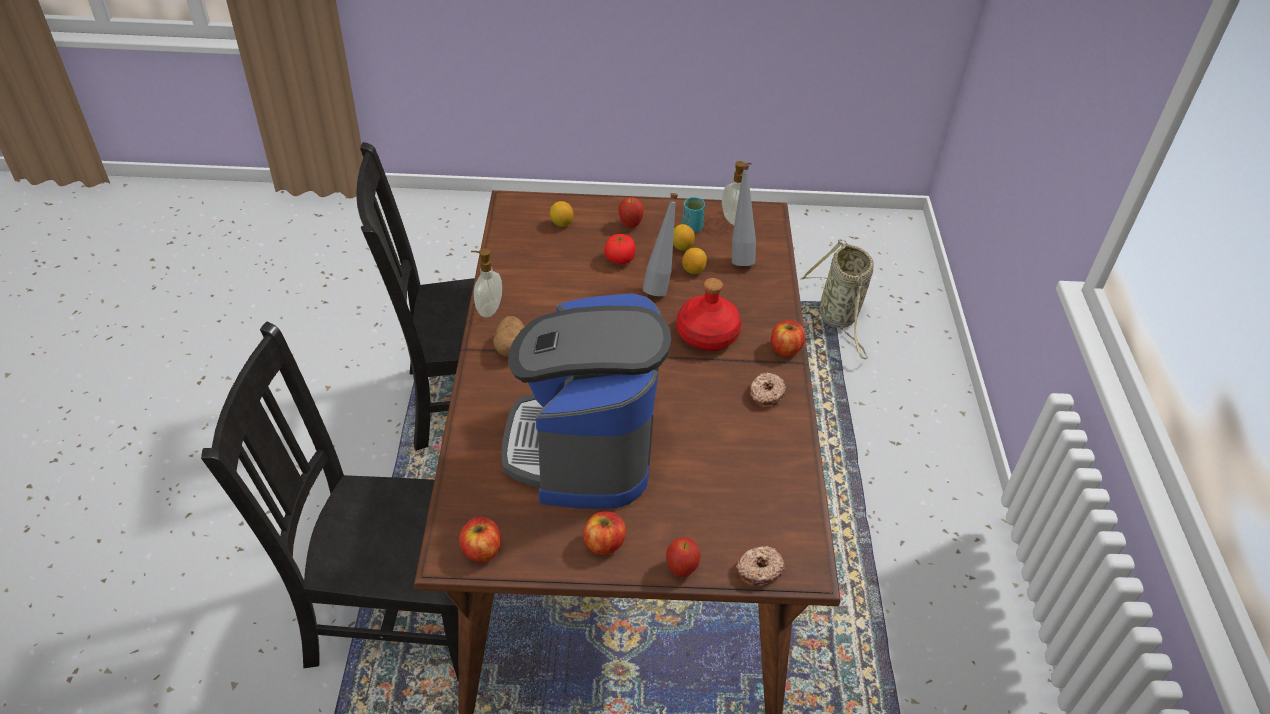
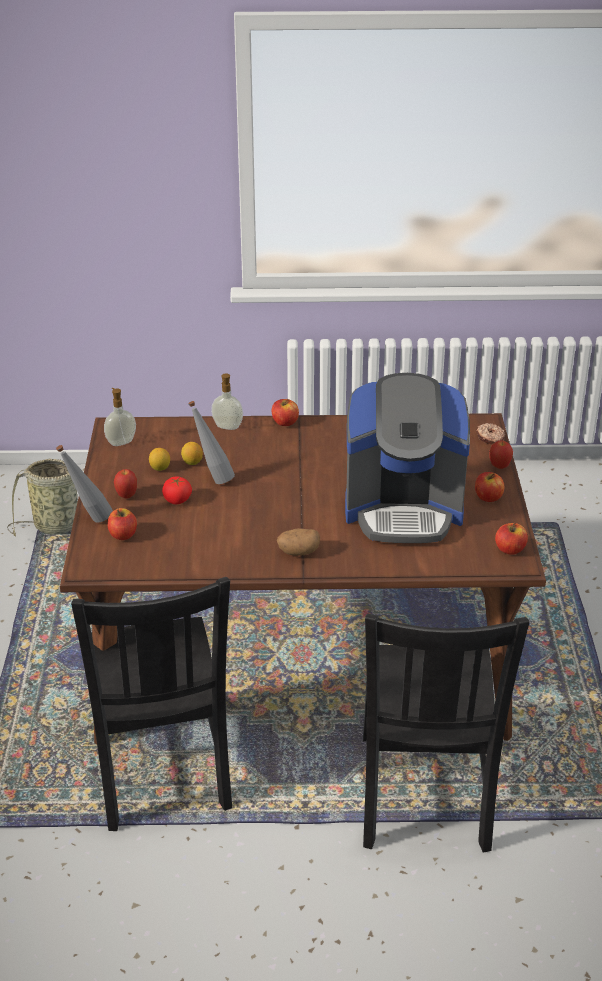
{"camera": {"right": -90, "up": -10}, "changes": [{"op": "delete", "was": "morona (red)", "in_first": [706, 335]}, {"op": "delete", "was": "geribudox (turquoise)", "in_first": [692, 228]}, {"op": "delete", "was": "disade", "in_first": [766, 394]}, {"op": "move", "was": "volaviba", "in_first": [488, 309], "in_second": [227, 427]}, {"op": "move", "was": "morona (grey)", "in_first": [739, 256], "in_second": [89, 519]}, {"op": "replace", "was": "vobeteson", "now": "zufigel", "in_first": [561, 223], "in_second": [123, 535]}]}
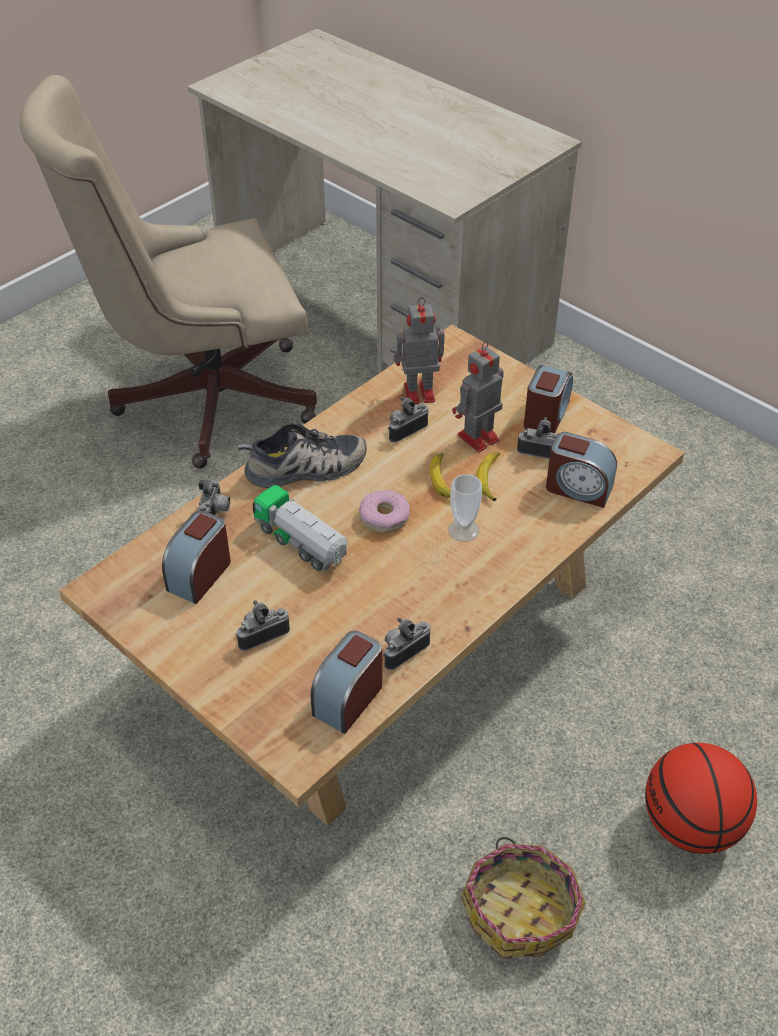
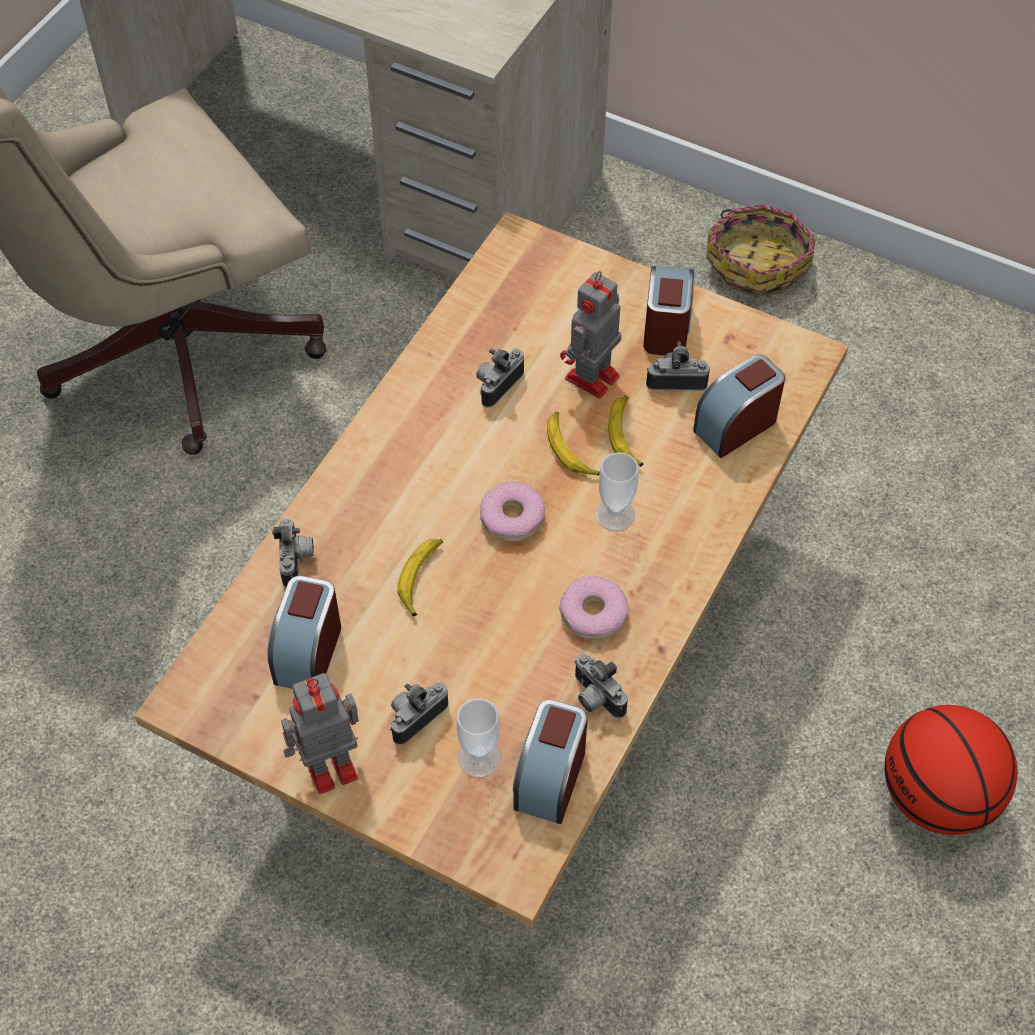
{"camera": {"right": -15, "up": 10}, "changes": [{"op": "delete", "was": "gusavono", "in_first": [305, 469]}, {"op": "insert", "now": "geribudox", "in_second": [479, 758]}, {"op": "insert", "now": "disade", "in_second": [593, 614]}, {"op": "move", "was": "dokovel", "in_first": [417, 393], "in_second": [327, 767]}, {"op": "move", "was": "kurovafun", "in_first": [521, 909], "in_second": [757, 263]}, {"op": "replace", "was": "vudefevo", "now": "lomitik", "in_first": [301, 543], "in_second": [421, 578]}, {"op": "rotate", "was": "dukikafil", "in_first": [403, 651], "in_second": [594, 698], "clockwise": -75}, {"op": "rotate", "was": "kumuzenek", "in_first": [578, 488], "in_second": [736, 425], "clockwise": 135}]}
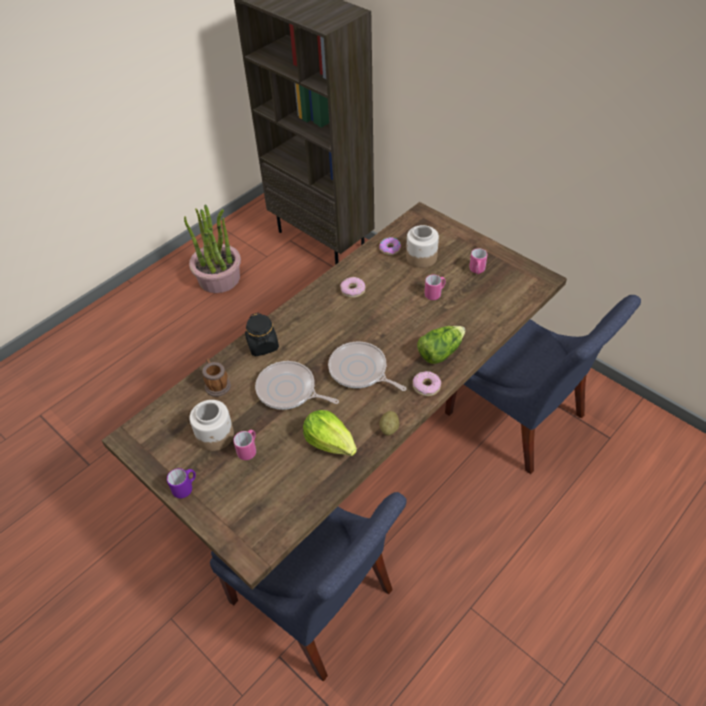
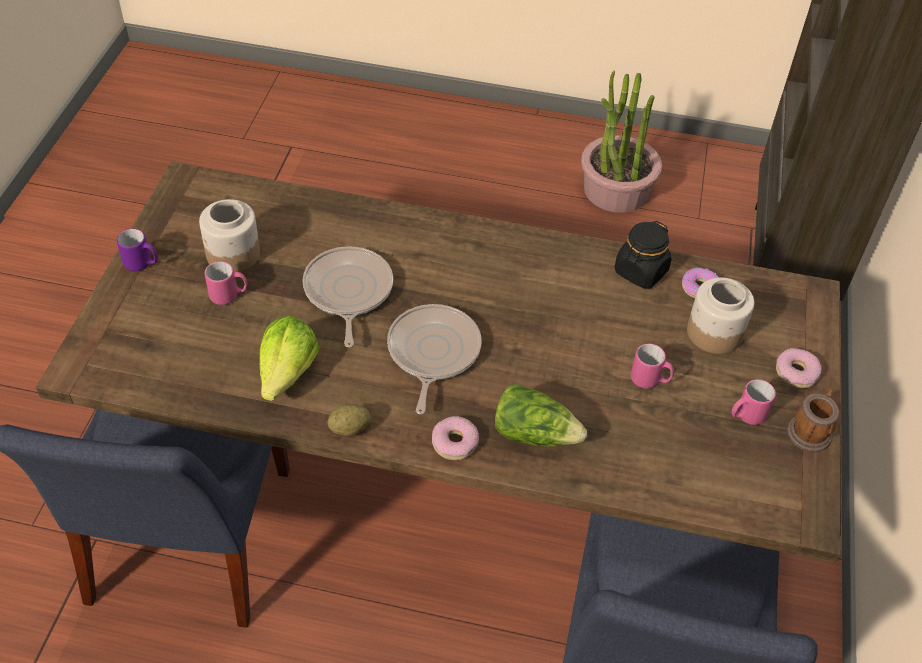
{"camera": {"right": 55, "up": 0}, "changes": [{"op": "move", "was": "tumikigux", "in_first": [216, 384], "in_second": [810, 430]}, {"op": "move", "was": "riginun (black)", "in_first": [263, 345], "in_second": [640, 272]}, {"op": "move", "was": "disade", "in_first": [353, 290], "in_second": [796, 373]}]}
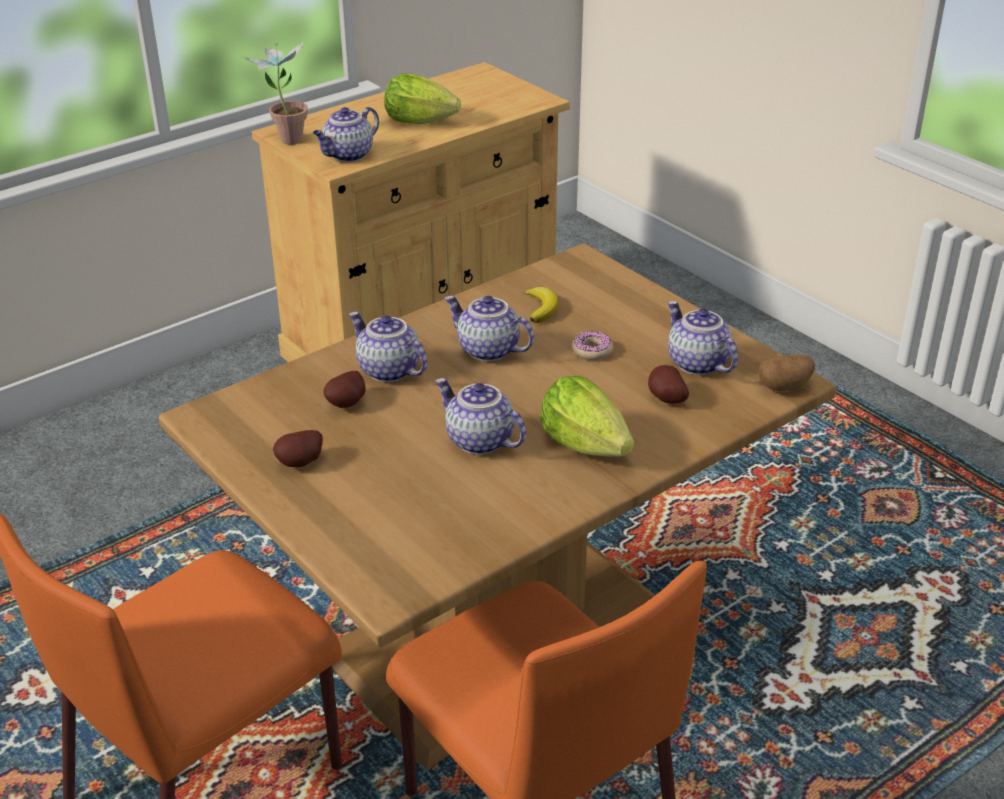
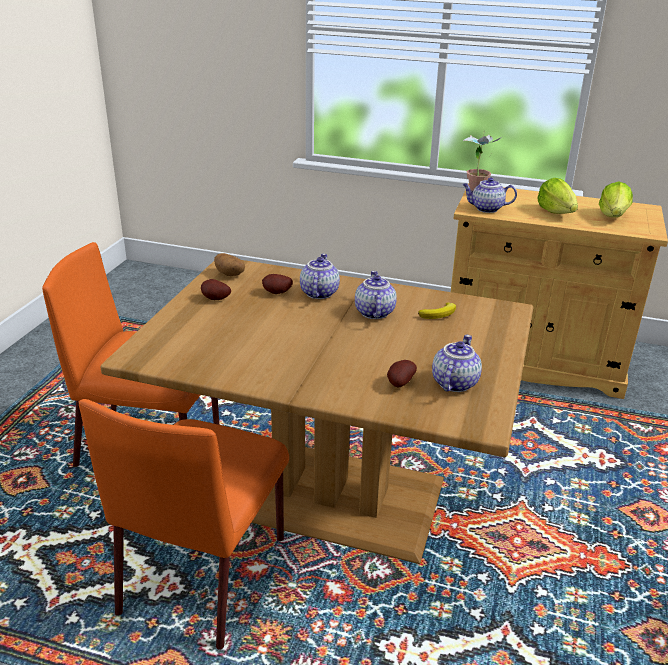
{"camera": {"right": 55, "up": -5}, "changes": [{"op": "delete", "was": "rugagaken", "in_first": [478, 441]}, {"op": "delete", "was": "disade", "in_first": [592, 351]}, {"op": "move", "was": "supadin", "in_first": [585, 444], "in_second": [613, 216]}, {"op": "move", "was": "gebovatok", "in_first": [784, 386], "in_second": [230, 274]}]}
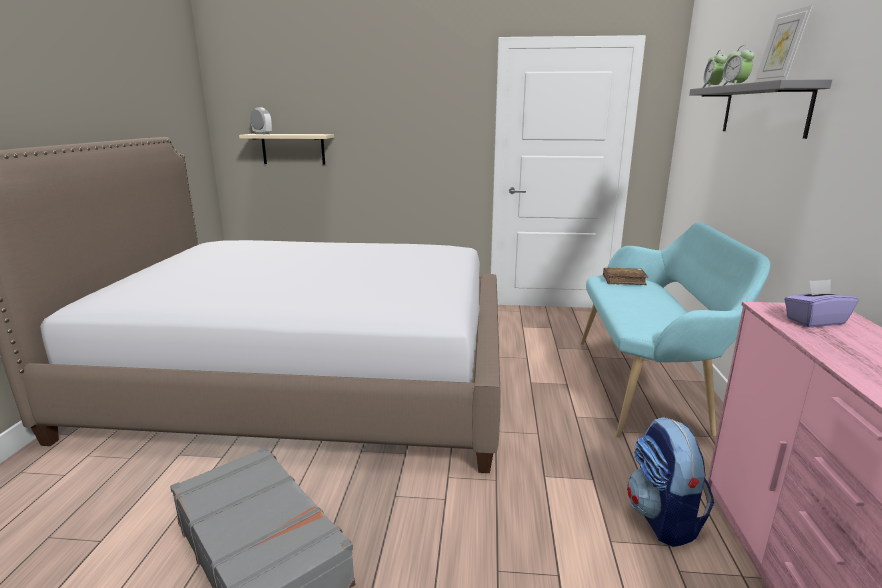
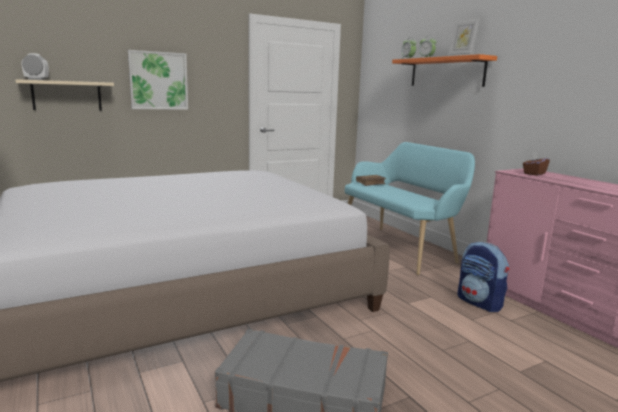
{"camera": {"right": -35, "up": -5}, "changes": [{"op": "insert", "now": "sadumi", "in_second": [158, 80]}, {"op": "recolor", "was": "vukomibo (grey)", "now": "vukomibo (orange)", "in_first": [763, 110], "in_second": [446, 72]}, {"op": "recolor", "was": "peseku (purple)", "now": "peseku (brown)", "in_first": [814, 321], "in_second": [534, 173]}]}
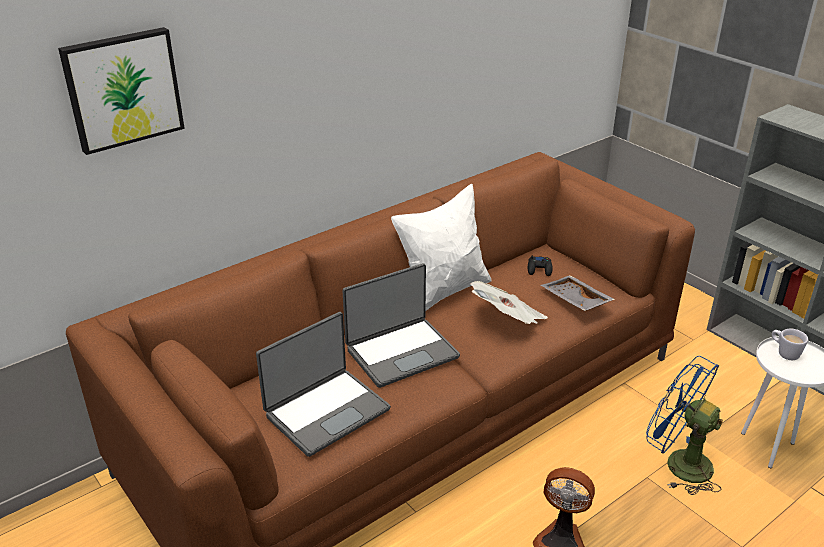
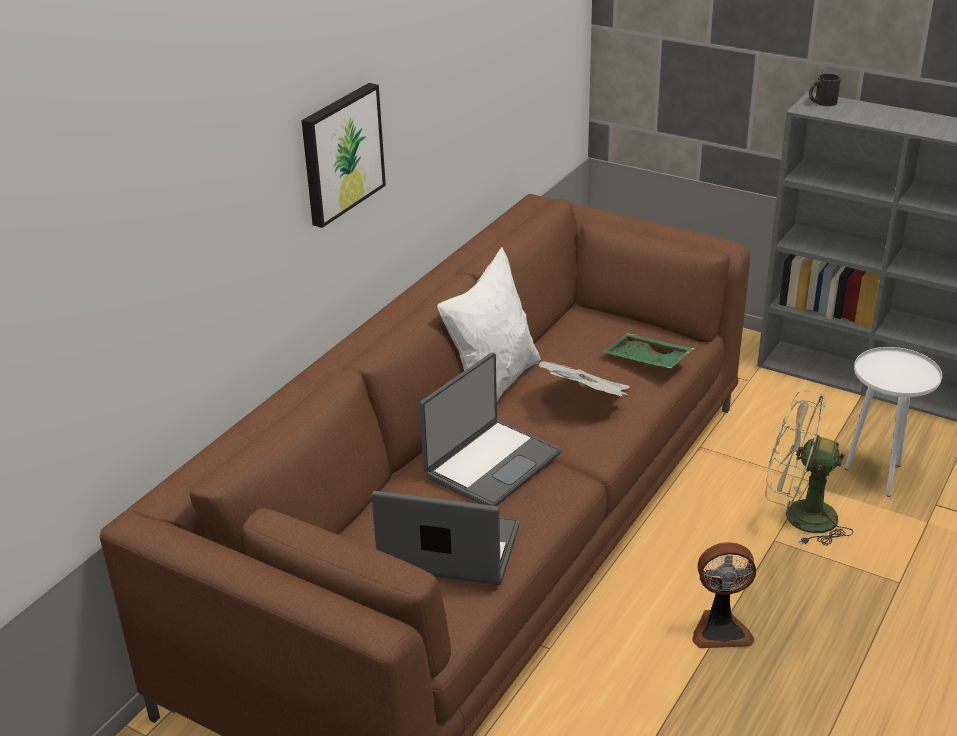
{"camera": {"right": -20, "up": 0}, "changes": [{"op": "delete", "was": "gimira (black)", "in_first": [539, 269]}, {"op": "delete", "was": "tumikigux (white)", "in_first": [784, 353]}, {"op": "insert", "now": "tumikigux (black)", "in_second": [821, 102]}, {"op": "move", "was": "sadumi", "in_first": [123, 89], "in_second": [340, 153]}, {"op": "recolor", "was": "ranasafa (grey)", "now": "ranasafa (green)", "in_first": [574, 301], "in_second": [646, 361]}, {"op": "recolor", "was": "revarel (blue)", "now": "revarel (green)", "in_first": [678, 463], "in_second": [798, 517]}, {"op": "rotate", "was": "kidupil", "in_first": [326, 411], "in_second": [448, 551], "clockwise": -105}]}
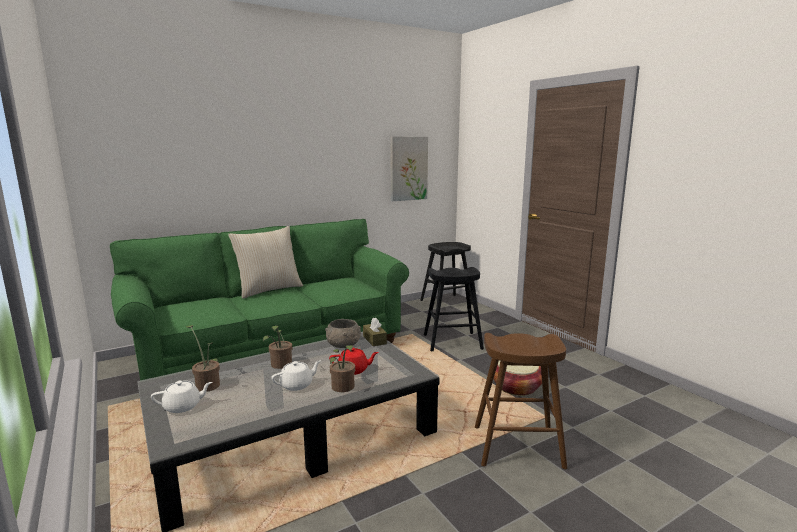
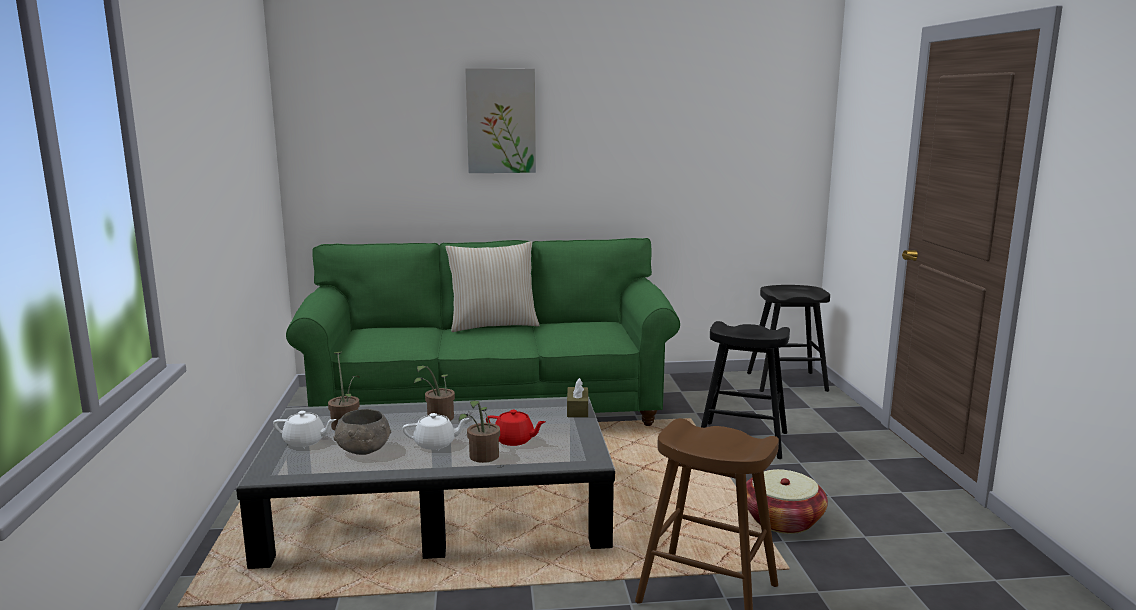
{"camera": {"right": 25, "up": 0}, "changes": [{"op": "move", "was": "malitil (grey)", "in_first": [343, 345], "in_second": [363, 450]}, {"op": "move", "was": "sadumi", "in_first": [408, 168], "in_second": [501, 121]}]}
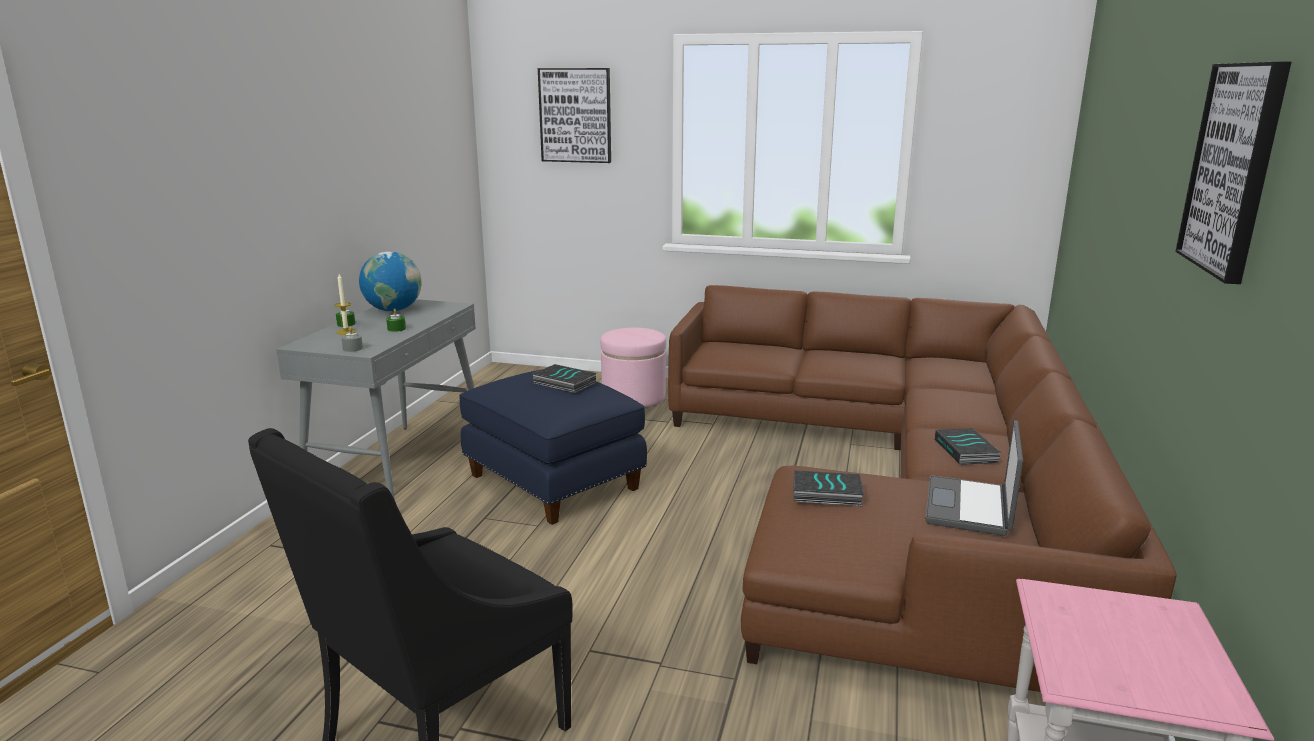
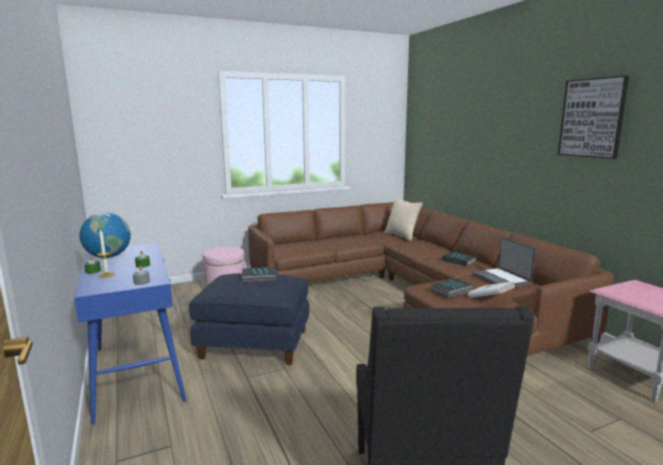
{"camera": {"right": -40, "up": -5}, "changes": [{"op": "delete", "was": "sadumi", "in_first": [575, 115]}, {"op": "insert", "now": "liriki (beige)", "in_second": [401, 236]}, {"op": "insert", "now": "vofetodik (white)", "in_second": [490, 299]}, {"op": "recolor", "was": "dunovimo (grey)", "now": "dunovimo (blue)", "in_first": [400, 467], "in_second": [137, 372]}]}
